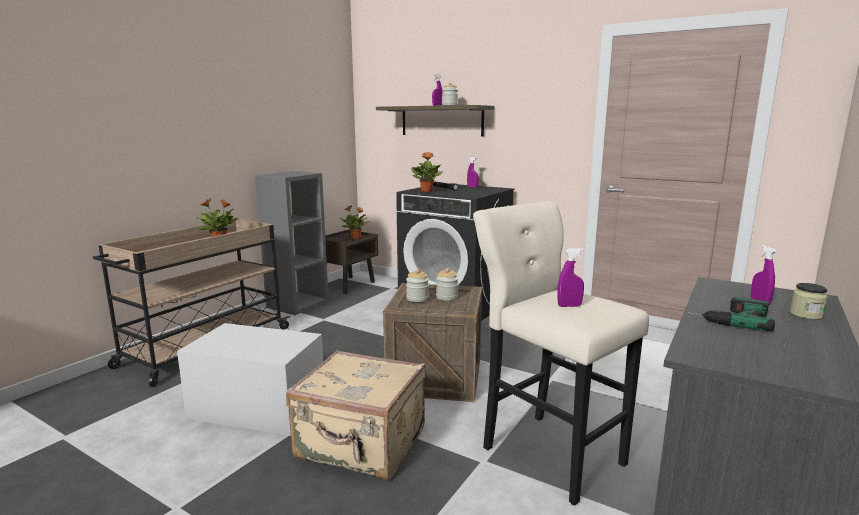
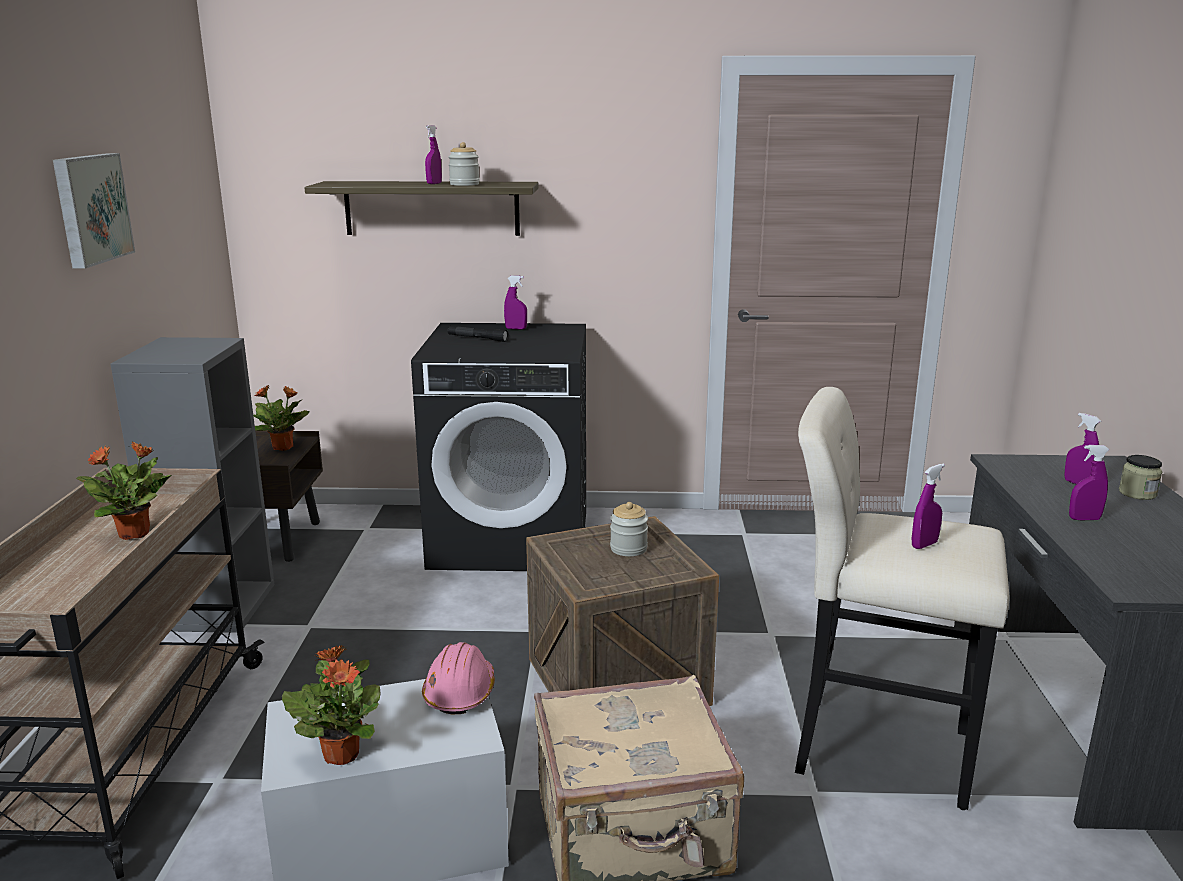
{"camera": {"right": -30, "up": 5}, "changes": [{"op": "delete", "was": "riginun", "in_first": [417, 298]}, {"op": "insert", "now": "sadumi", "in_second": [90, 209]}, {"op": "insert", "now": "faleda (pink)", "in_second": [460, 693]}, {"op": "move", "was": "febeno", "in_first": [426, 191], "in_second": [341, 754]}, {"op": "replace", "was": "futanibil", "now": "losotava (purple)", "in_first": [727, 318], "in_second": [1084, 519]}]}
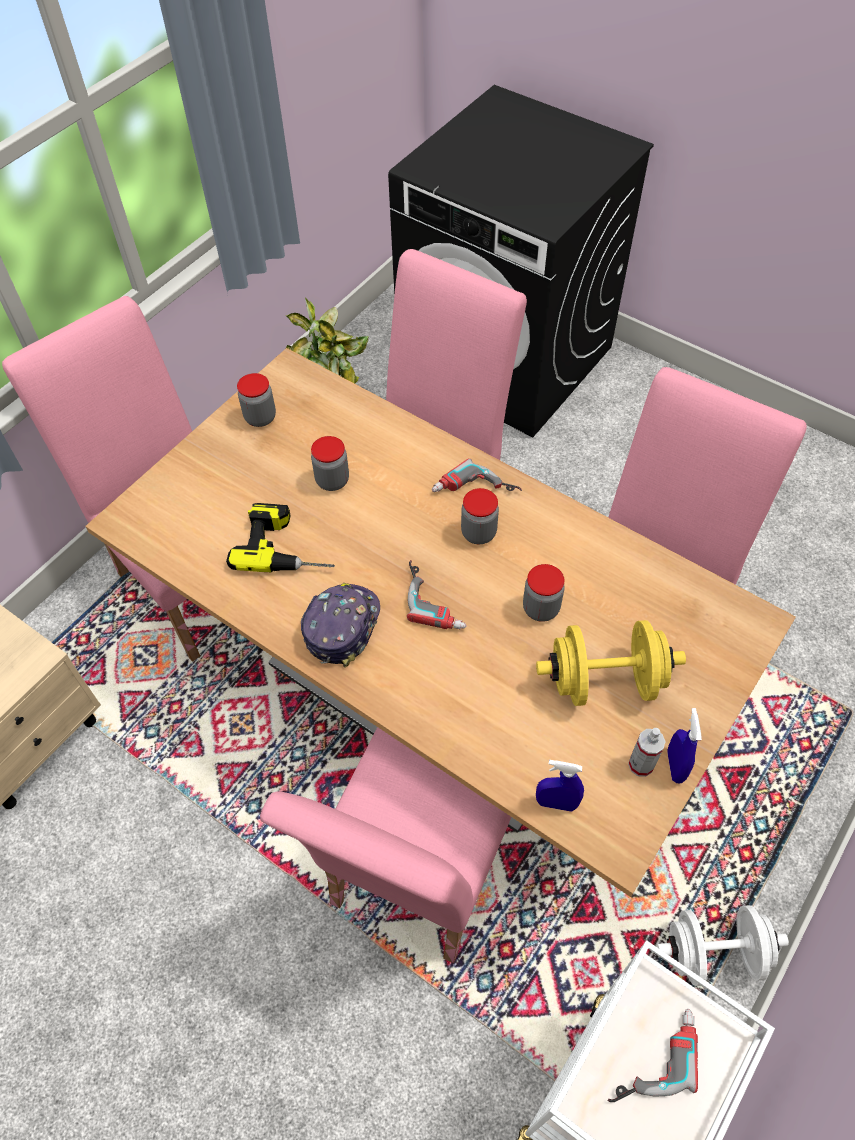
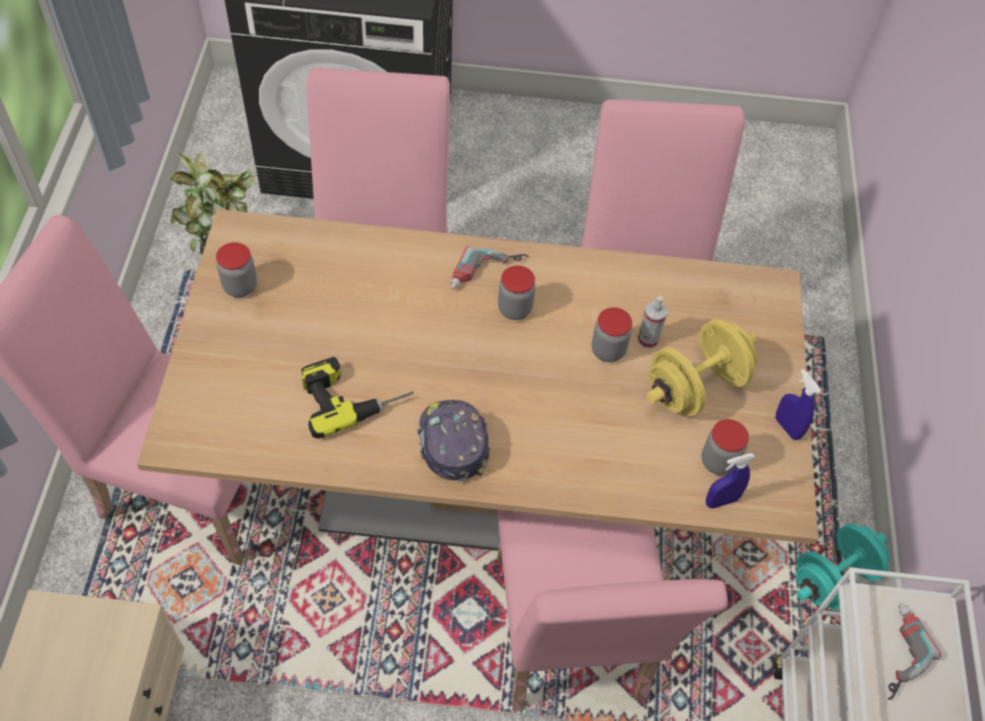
{"camera": {"right": -35, "up": 0}, "changes": [{"op": "delete", "was": "futanibil", "in_first": [436, 598]}, {"op": "move", "was": "riginun", "in_first": [332, 480], "in_second": [718, 461]}, {"op": "move", "was": "losotava", "in_first": [641, 764], "in_second": [648, 339]}, {"op": "recolor", "was": "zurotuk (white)", "now": "zurotuk (turquoise)", "in_first": [714, 952], "in_second": [833, 578]}]}
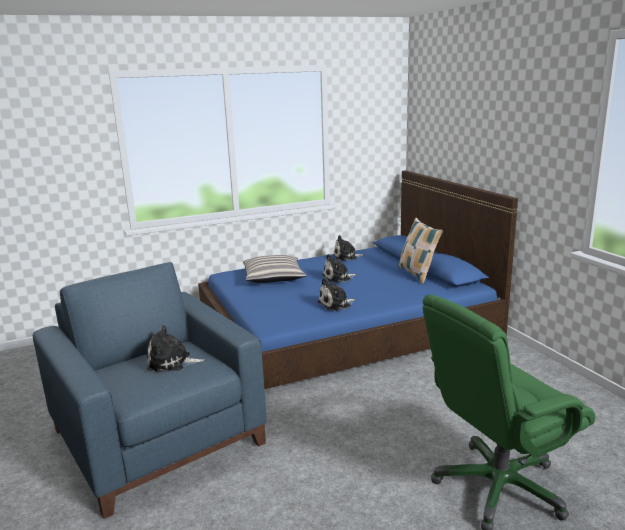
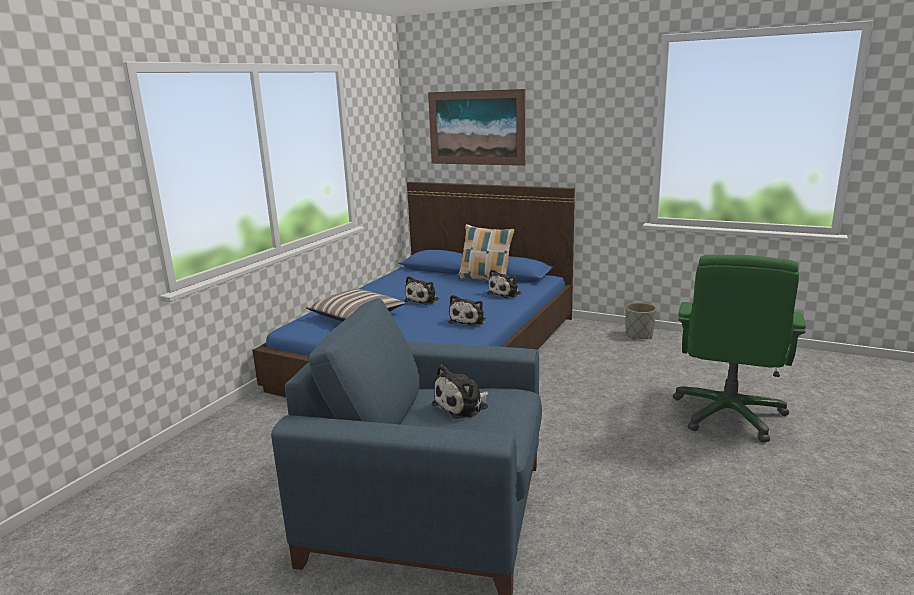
{"camera": {"right": -40, "up": 0}, "changes": [{"op": "insert", "now": "sadumi", "in_second": [476, 128]}, {"op": "insert", "now": "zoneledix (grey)", "in_second": [639, 335]}, {"op": "move", "was": "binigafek", "in_first": [346, 257], "in_second": [506, 293]}]}
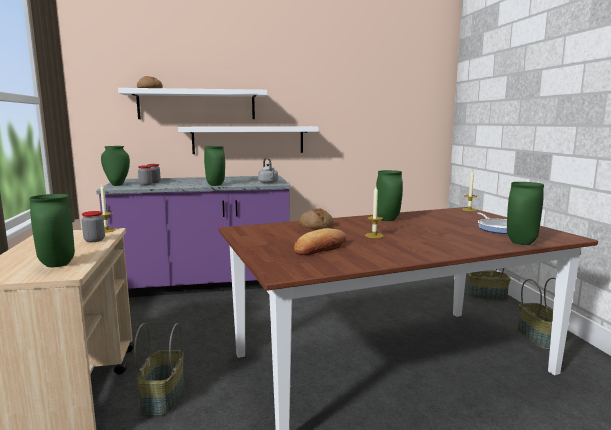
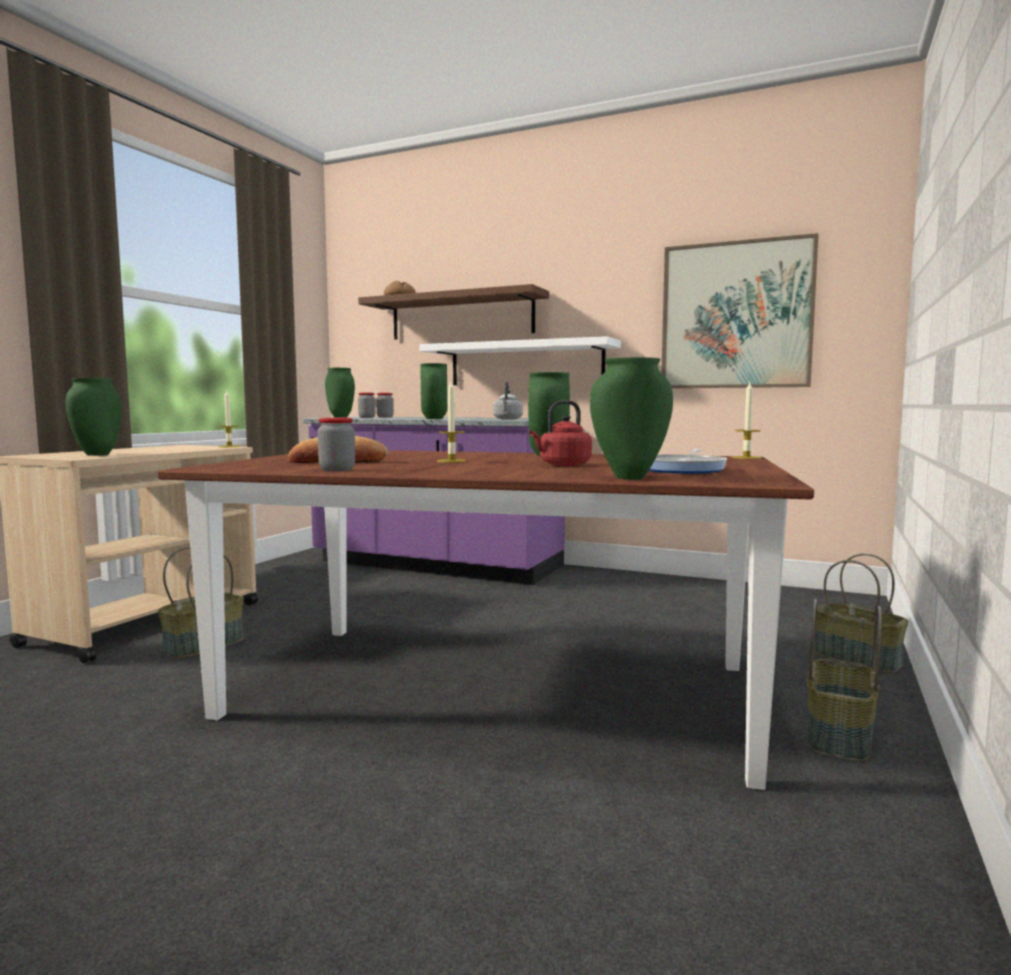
{"camera": {"right": 35, "up": -5}, "changes": [{"op": "delete", "was": "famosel", "in_first": [316, 225]}, {"op": "insert", "now": "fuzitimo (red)", "in_second": [562, 465]}, {"op": "insert", "now": "sadumi", "in_second": [736, 315]}, {"op": "move", "was": "riginun", "in_first": [94, 240], "in_second": [337, 470]}, {"op": "recolor", "was": "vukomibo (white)", "now": "vukomibo (brown)", "in_first": [197, 105], "in_second": [461, 316]}]}
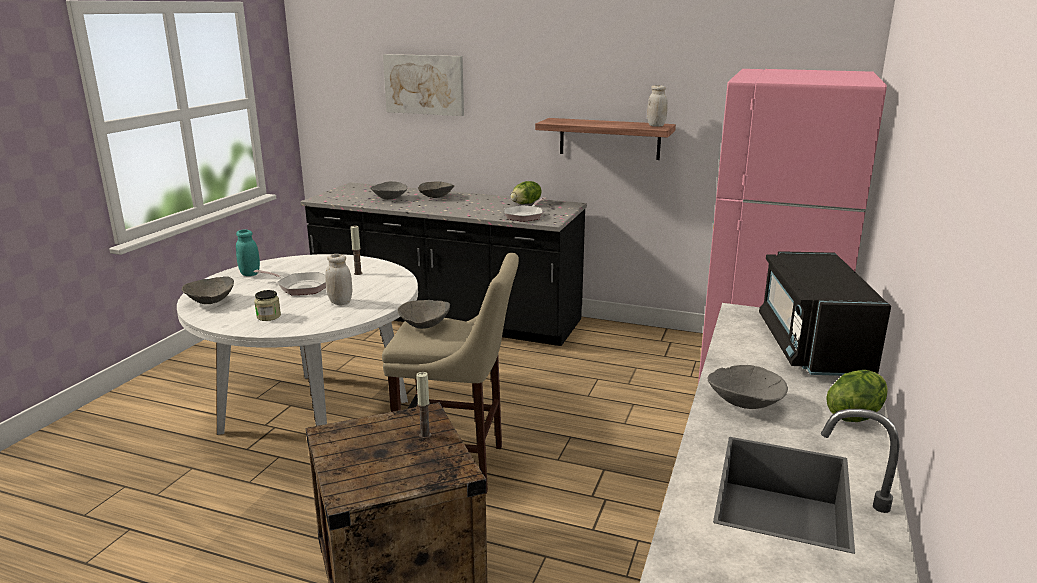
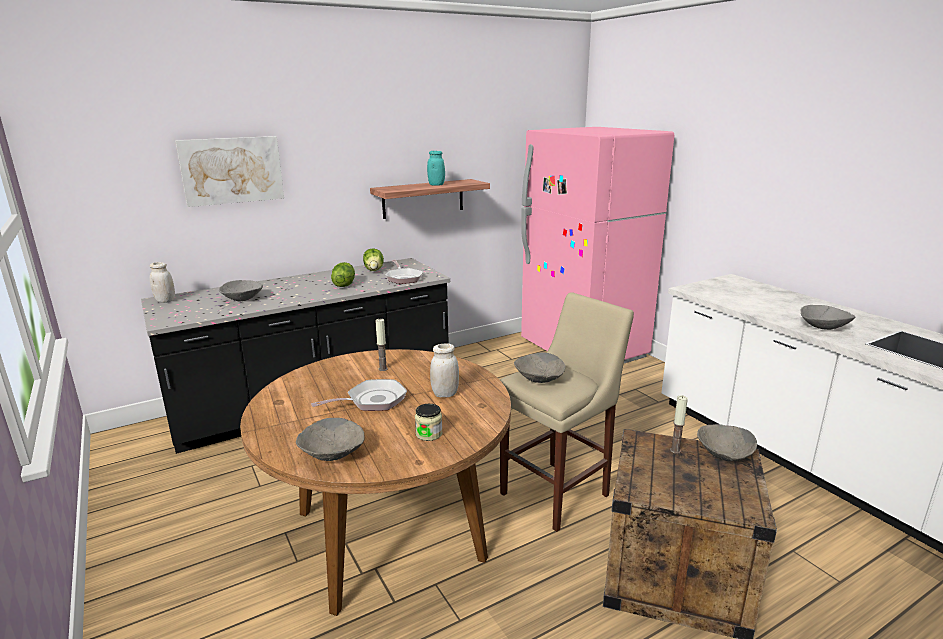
{"camera": {"right": -50, "up": 0}, "changes": [{"op": "delete", "was": "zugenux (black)", "in_first": [812, 346]}, {"op": "move", "was": "riginun (turquoise)", "in_first": [250, 274], "in_second": [436, 185]}, {"op": "move", "was": "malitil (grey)", "in_first": [436, 197], "in_second": [724, 455]}, {"op": "move", "was": "riginun (white)", "in_first": [656, 125], "in_second": [165, 301]}, {"op": "move", "was": "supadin", "in_first": [854, 414], "in_second": [344, 284]}, {"op": "recolor", "was": "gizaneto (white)", "now": "gizaneto (brown)", "in_first": [315, 416], "in_second": [389, 535]}]}
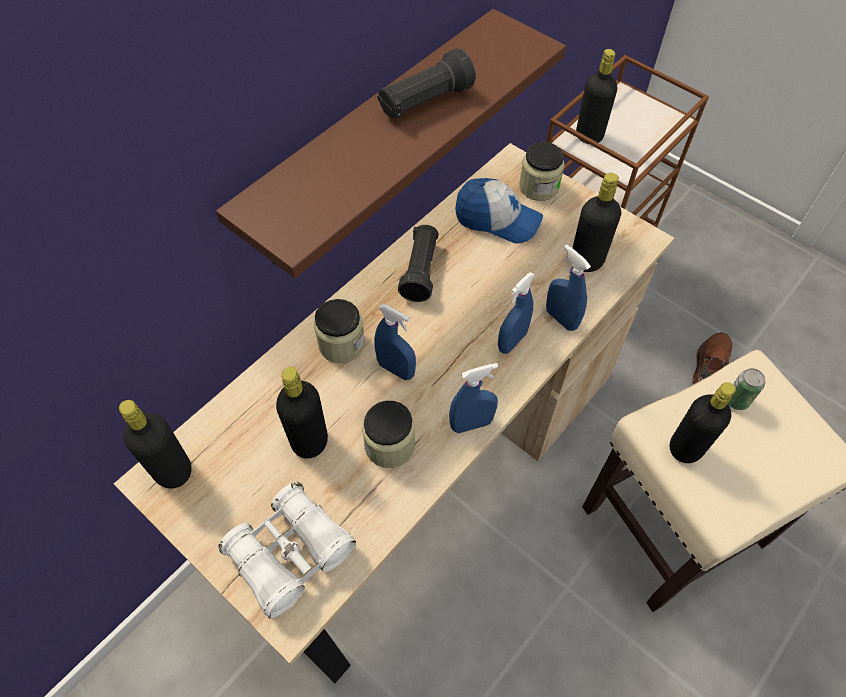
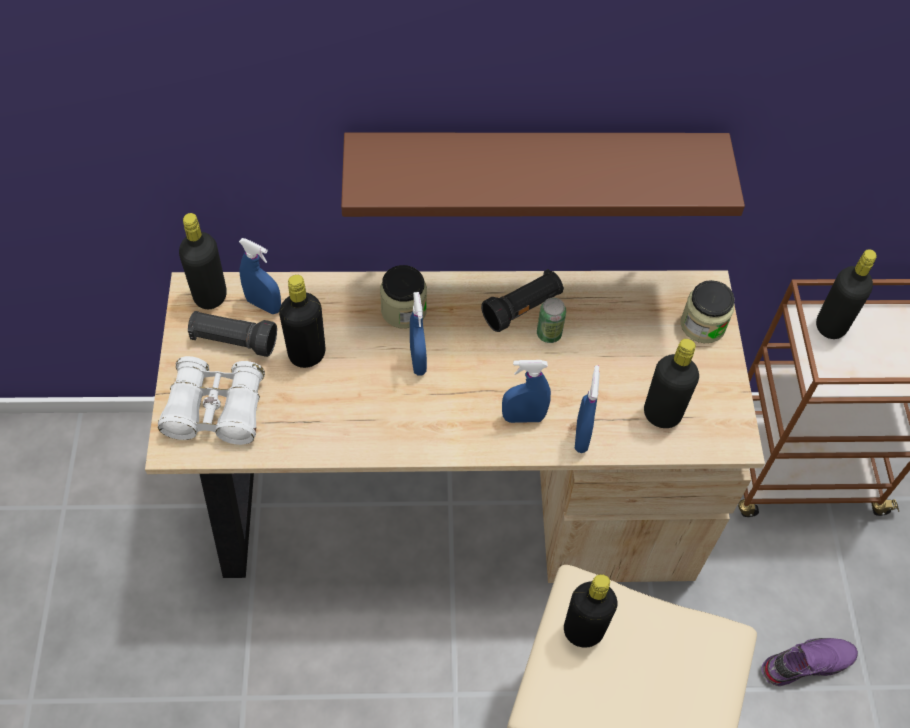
{"camera": {"right": 45, "up": 0}, "changes": [{"op": "delete", "was": "riginun", "in_first": [390, 445]}, {"op": "delete", "was": "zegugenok", "in_first": [497, 219]}, {"op": "move", "was": "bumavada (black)", "in_first": [425, 102], "in_second": [233, 341]}, {"op": "move", "was": "losotava (blue)", "in_first": [471, 424], "in_second": [264, 305]}, {"op": "move", "was": "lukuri", "in_first": [736, 400], "in_second": [549, 334]}, {"op": "recolor", "was": "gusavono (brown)", "now": "gusavono (purple)", "in_first": [708, 366], "in_second": [806, 662]}]}
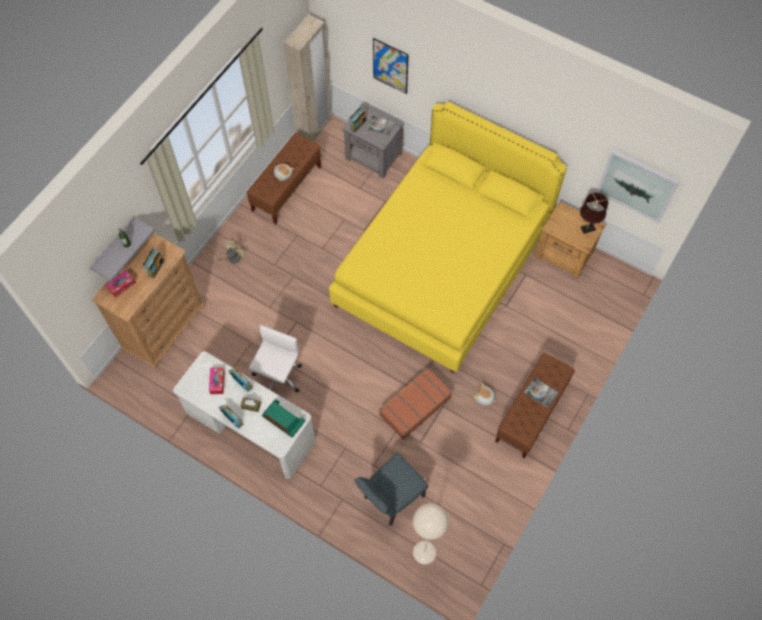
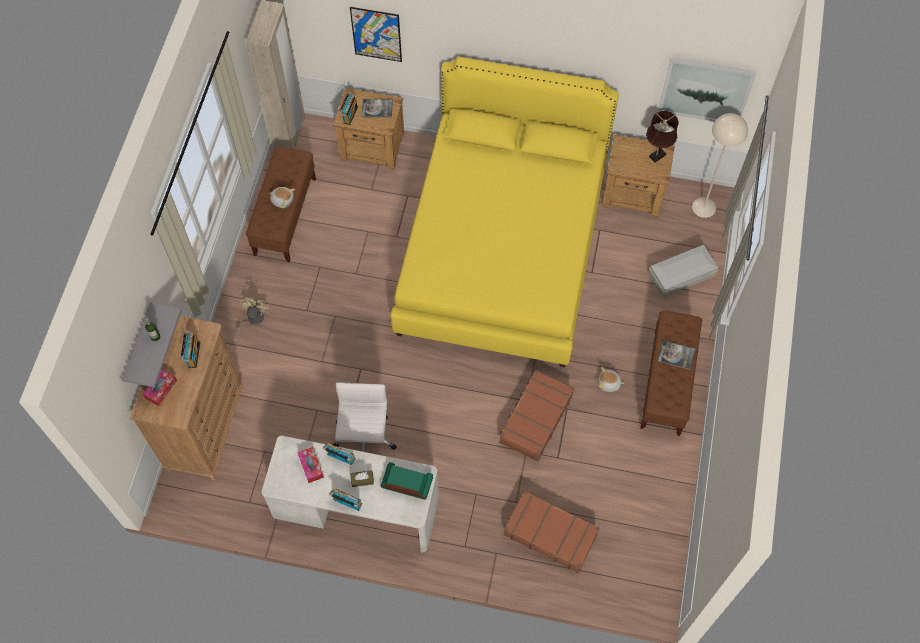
{"camera": {"right": -20, "up": 0}, "changes": [{"op": "insert", "now": "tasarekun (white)", "in_second": [683, 275]}, {"op": "move", "was": "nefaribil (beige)", "in_first": [424, 552], "in_second": [704, 207]}, {"op": "replace", "was": "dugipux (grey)", "now": "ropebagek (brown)", "in_first": [390, 499], "in_second": [550, 534]}, {"op": "recolor", "was": "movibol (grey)", "now": "movibol (brown)", "in_first": [374, 156], "in_second": [373, 147]}]}
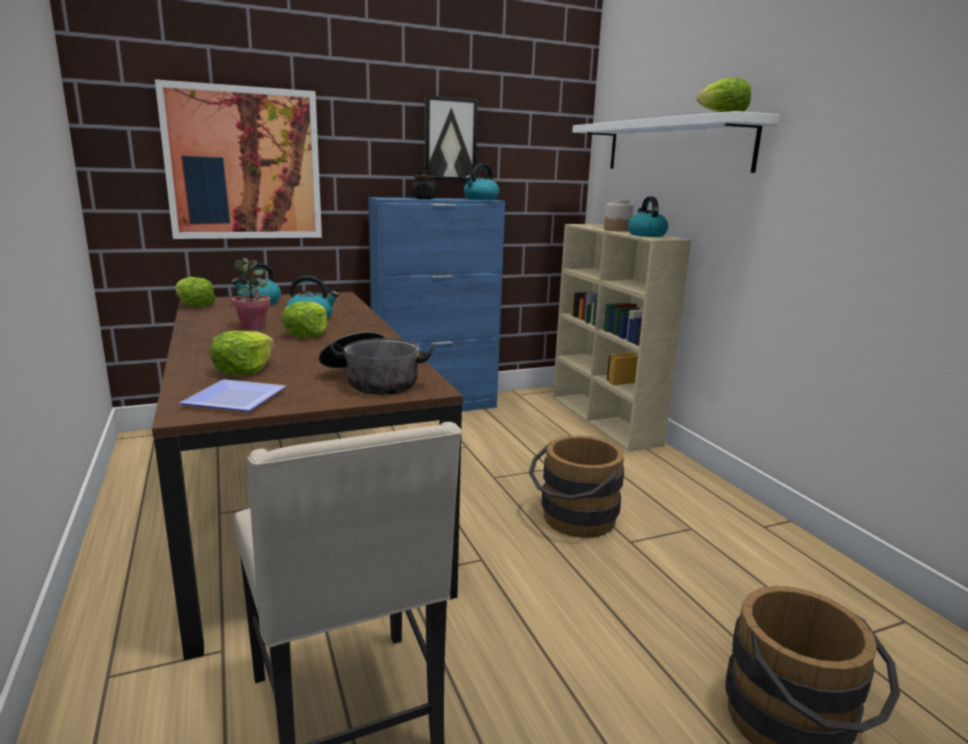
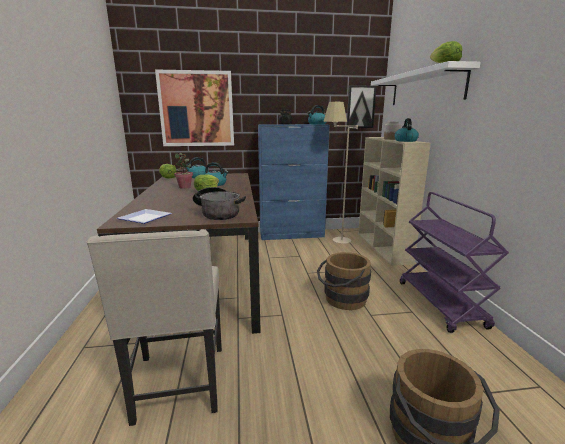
{"camera": {"right": 15, "up": 0}, "changes": [{"op": "delete", "was": "supadin", "in_first": [243, 370]}, {"op": "insert", "now": "nefaribil (beige)", "in_second": [335, 242]}, {"op": "insert", "now": "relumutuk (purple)", "in_second": [441, 304]}, {"op": "move", "was": "sadumi", "in_first": [450, 139], "in_second": [360, 107]}]}
